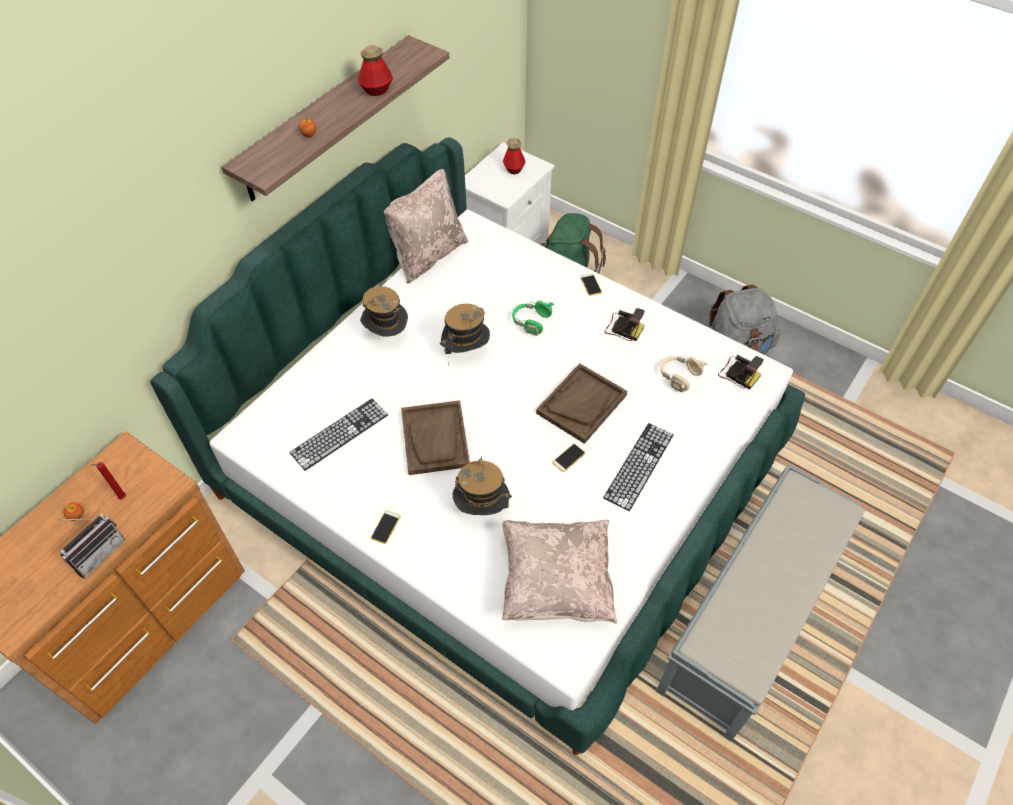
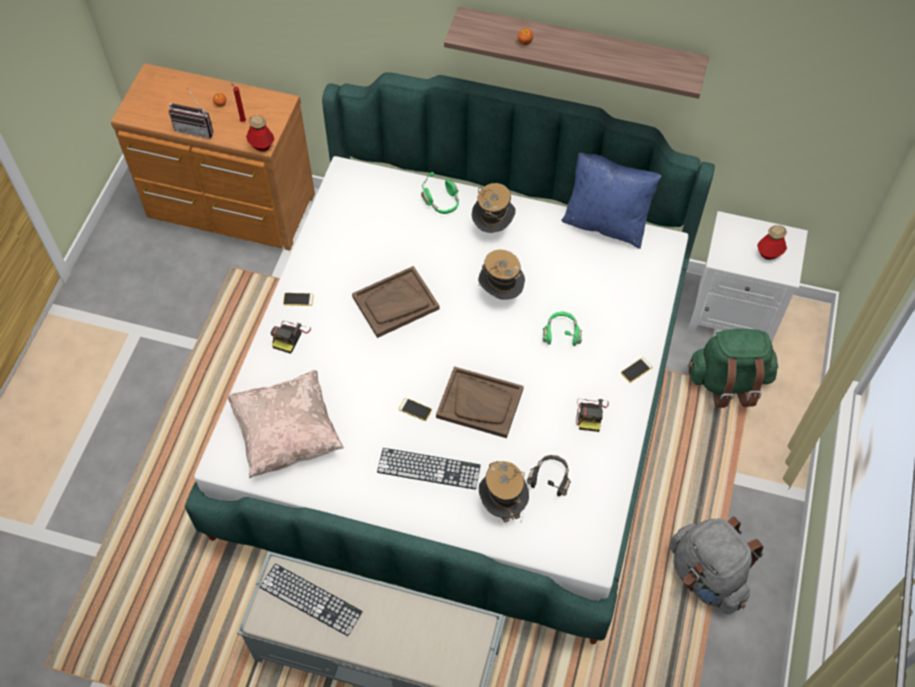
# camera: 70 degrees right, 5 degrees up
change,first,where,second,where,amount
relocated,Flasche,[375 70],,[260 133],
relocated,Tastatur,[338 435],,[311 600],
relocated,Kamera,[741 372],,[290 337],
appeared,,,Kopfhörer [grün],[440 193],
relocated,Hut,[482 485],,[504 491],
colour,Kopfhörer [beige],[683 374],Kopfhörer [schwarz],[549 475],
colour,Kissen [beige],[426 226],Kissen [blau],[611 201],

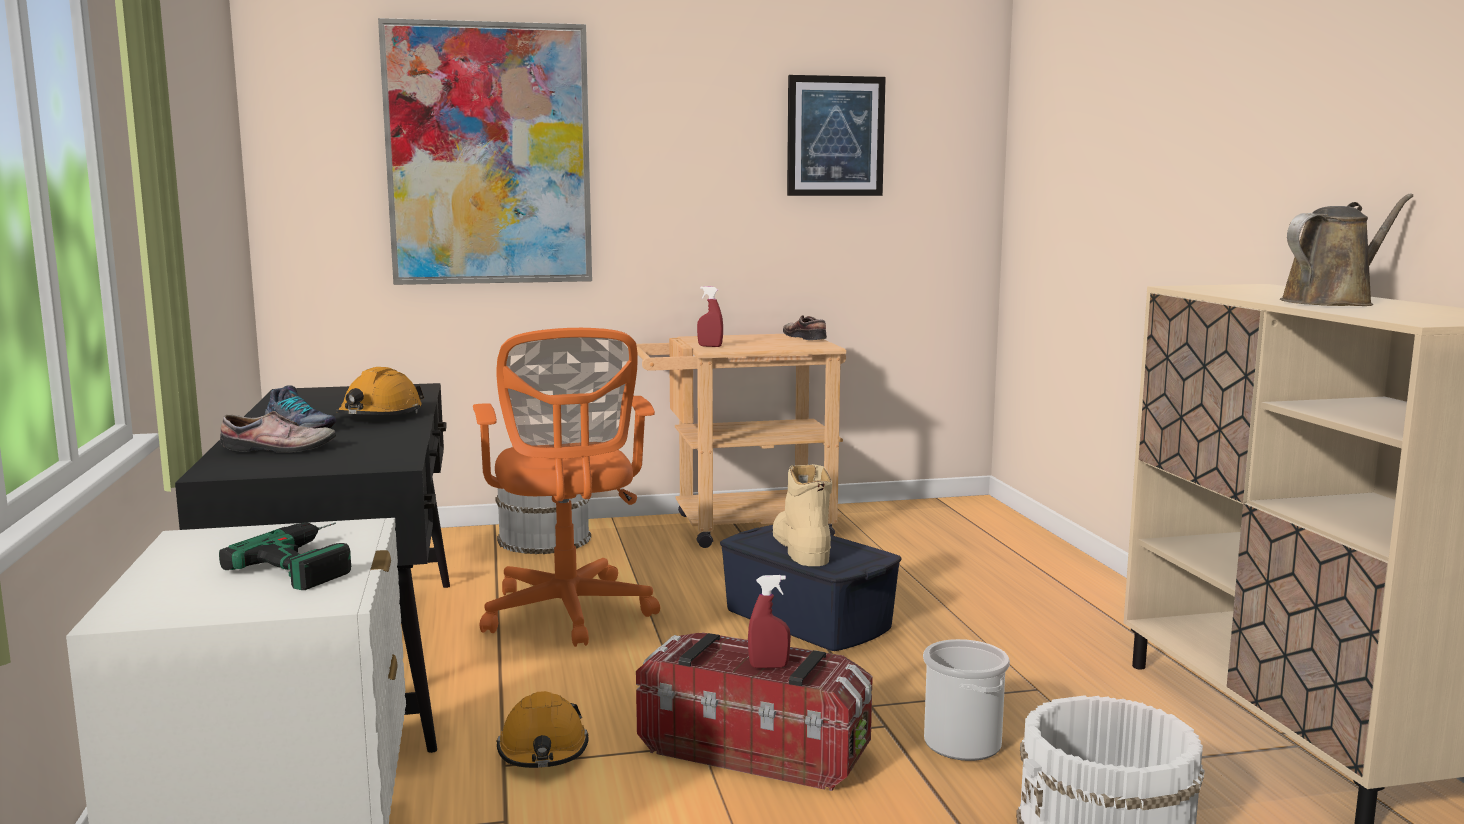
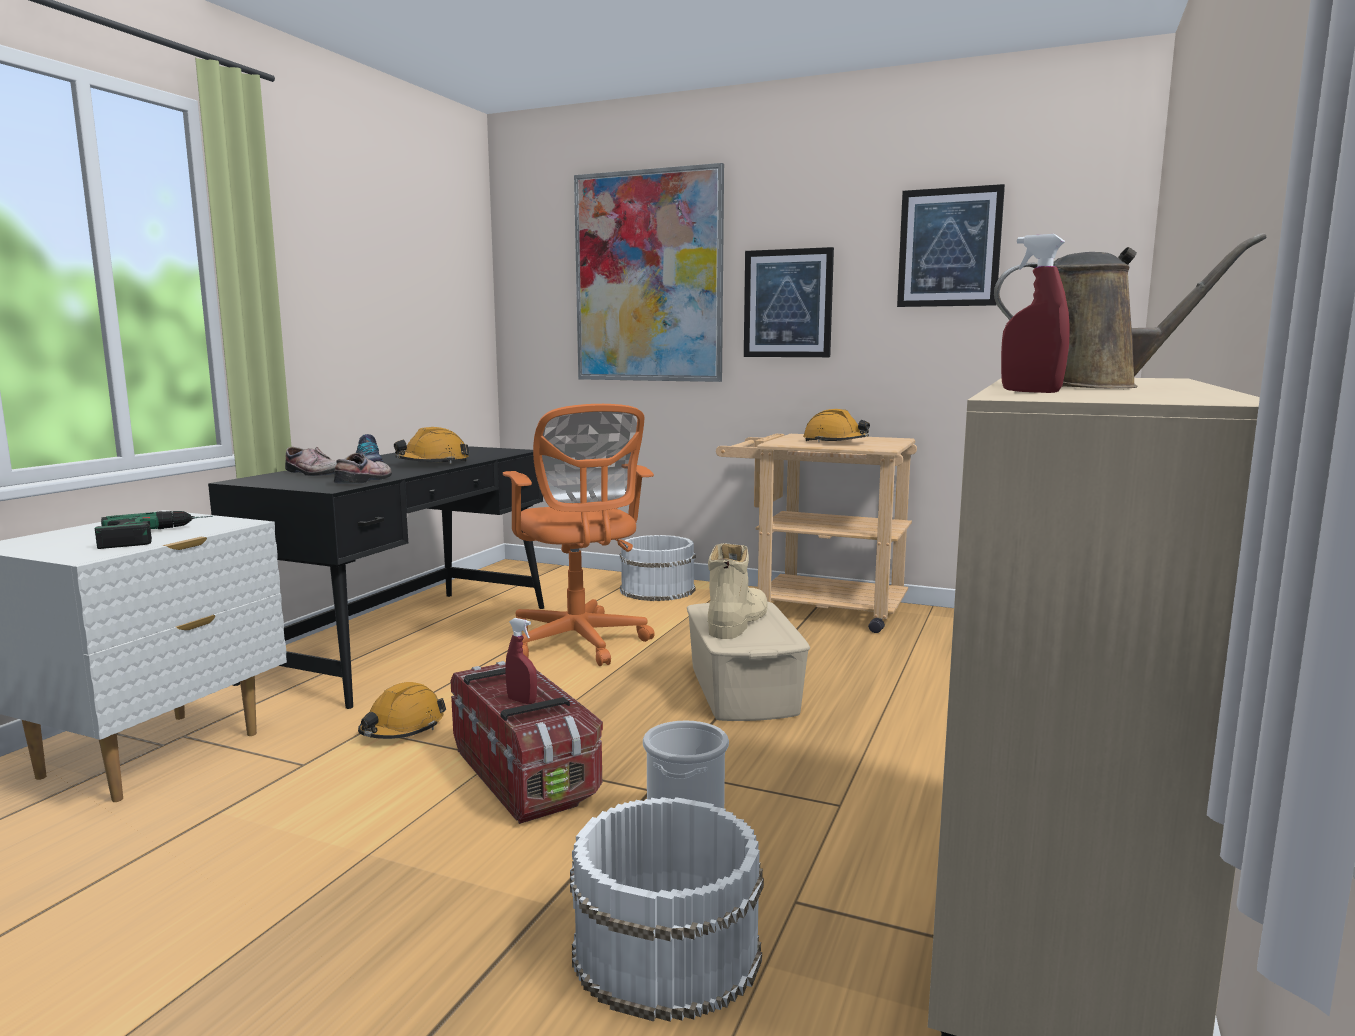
# camera: 35 degrees right, 0 degrees up
change,first,where,second,where,amount
relocated,Schuh,[805 327],,[363 468],
spun,Bürostuhl [orange],[566 487],,[579 535],45 degrees counterclockwise
colour,Aufbewahrungsbox [blau],[811 588],Aufbewahrungsbox [beige],[748 661],
appeared,,,Bild,[789 302],
appeared,,,Schutzhelm [orange],[836 425],
relocated,Sprühflasche [rot],[710 316],,[1035 313],

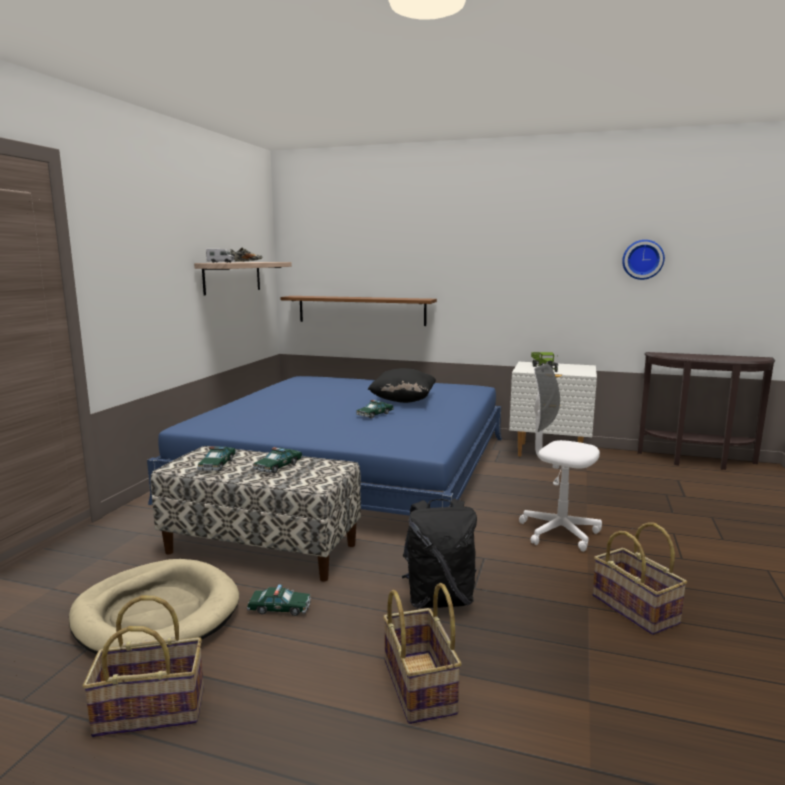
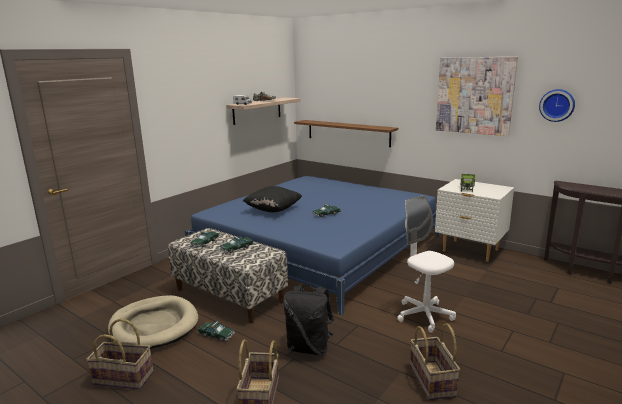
# camera: 20 degrees right, 5 degrees up
change,first,where,second,where,amount
relocated,Kissen [schwarz],[402 385],,[272 199],
appeared,,,Bild,[477 96],

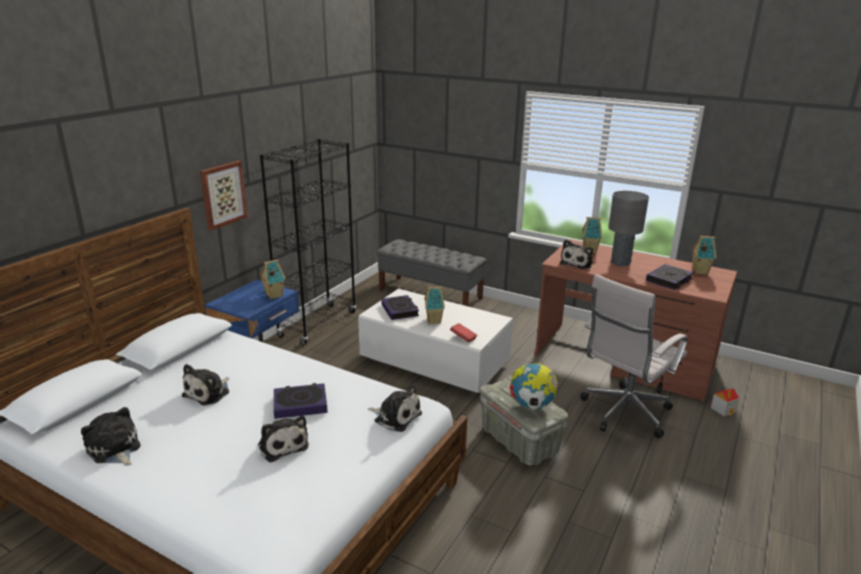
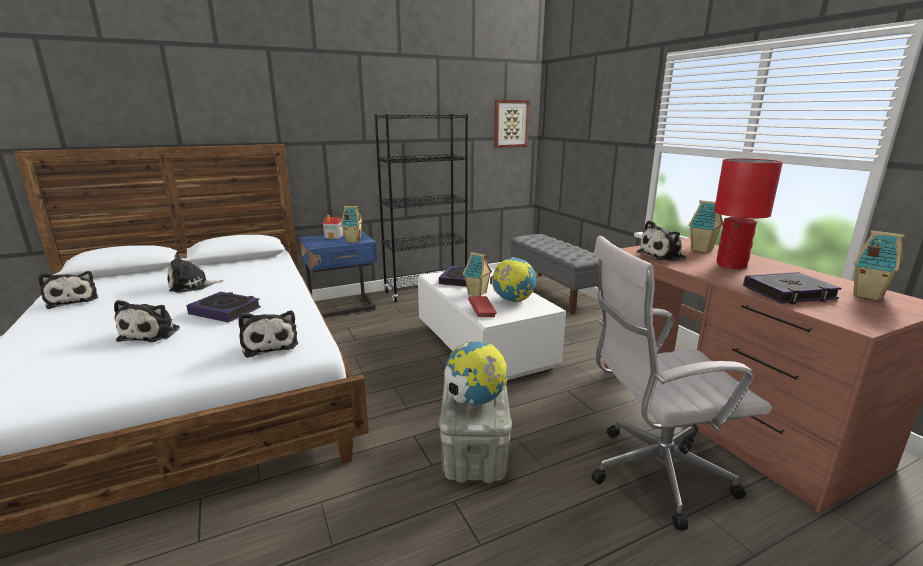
# camera: 35 degrees right, 5 degrees down
change,first,where,second,where,amount
spun,Plüschtier,[111 436],,[68 290],150 degrees clockwise
relocated,Spielzeughaus,[725 402],,[333 227],
appeared,,,Globus,[513 280],
relocated,Bild,[224 196],,[512 124],
colour,Tischlampe [grau],[628 228],Tischlampe [rot],[748 213],

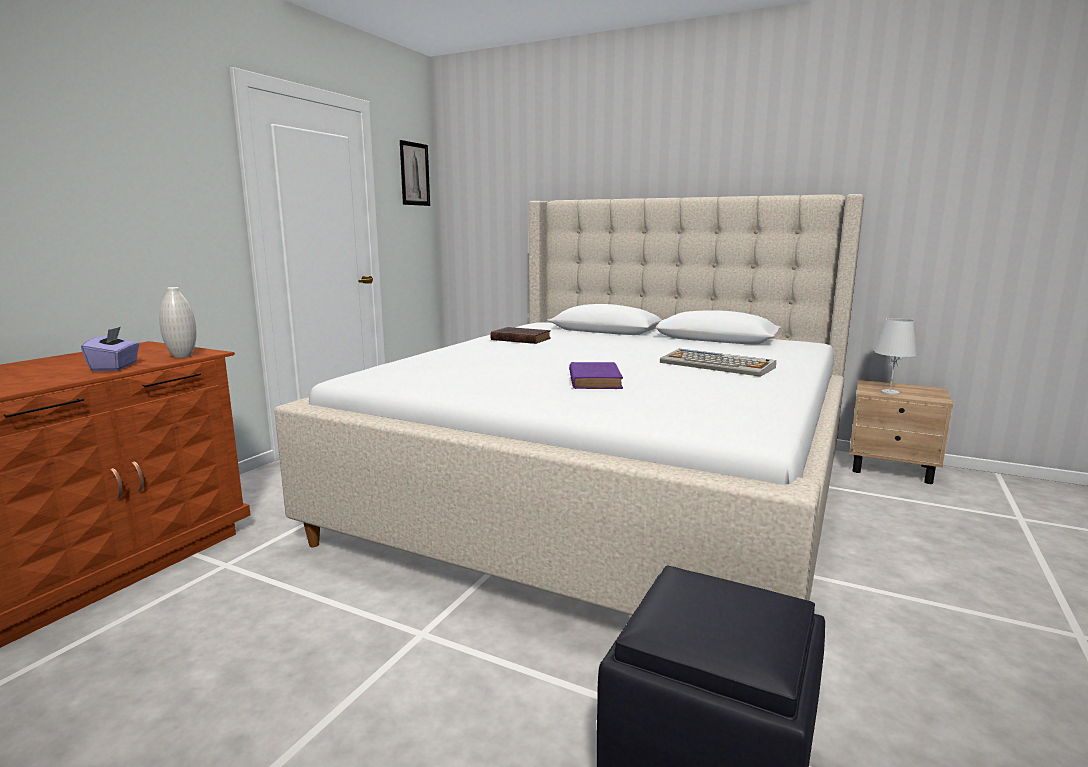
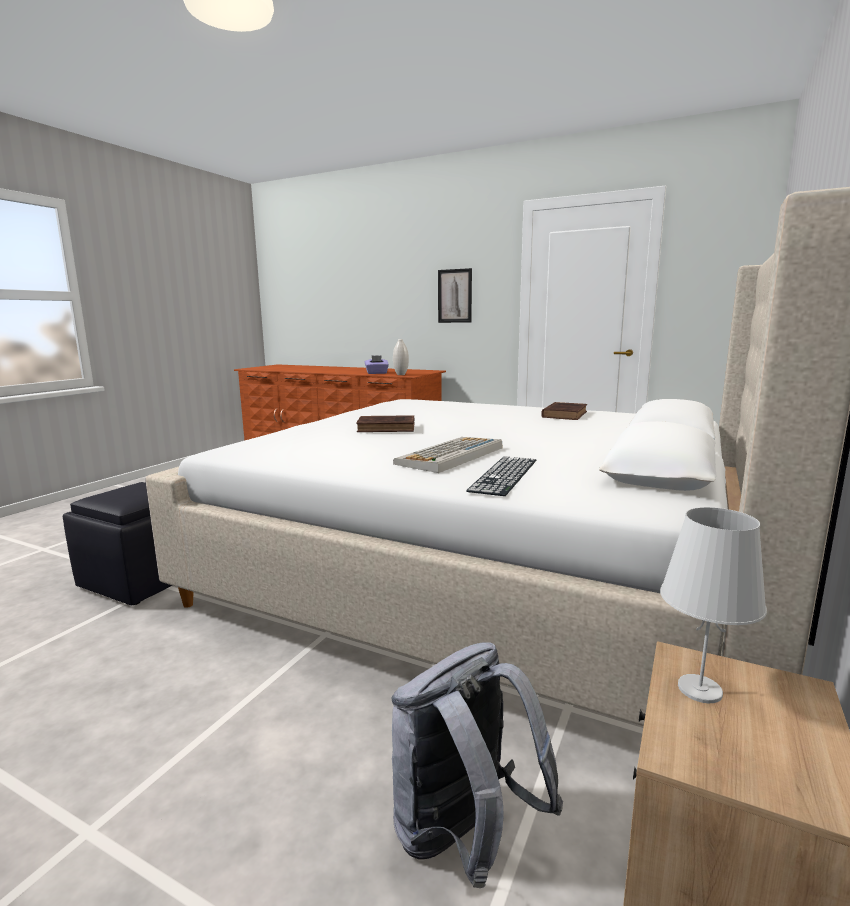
# camera: 90 degrees right, 0 degrees up
change,first,where,second,where,amount
colour,Buch [lila],[596 375],Buch [braun],[385 423],
appeared,,,Rucksack [grau],[477 765],
relocated,Bild,[415 173],,[455 295],
appeared,,,Tastatur,[501 476],

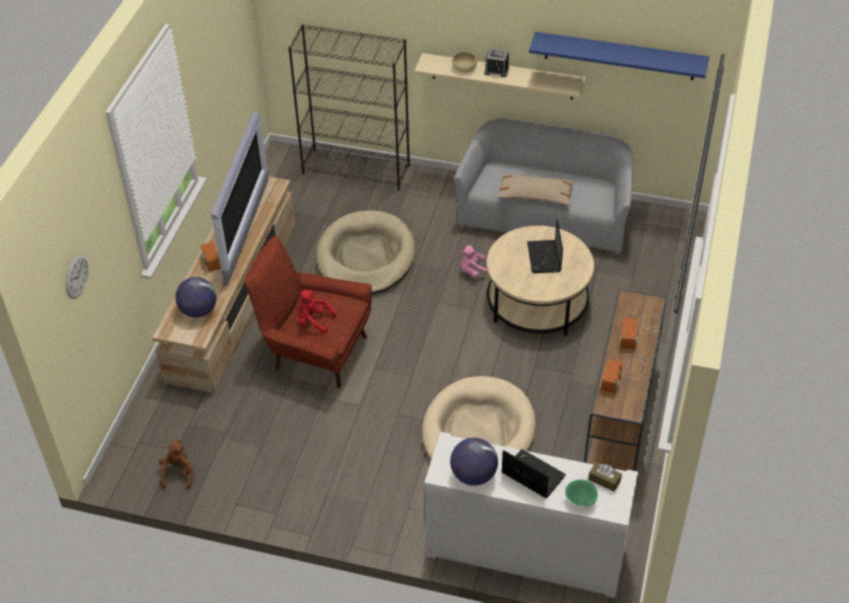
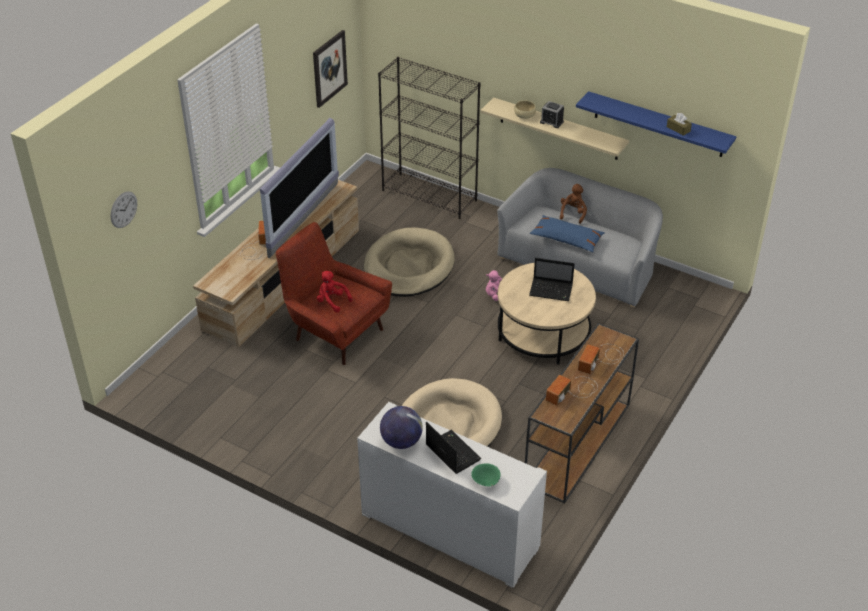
# camera: 15 degrees right, 5 degrees down
change,first,where,second,where,amount
appeared,,,Bild,[330 69],
colour,Kissen [beige],[535 189],Kissen [blau],[567 233],
spun,Laptop,[545 246],,[552 279],90 degrees counterclockwise
relocated,Plüschtier [braun],[176 464],,[573 204],
relocated,Taschentuchbox [braun],[605 476],,[679 124],
missing,Globus,[196 297],,,

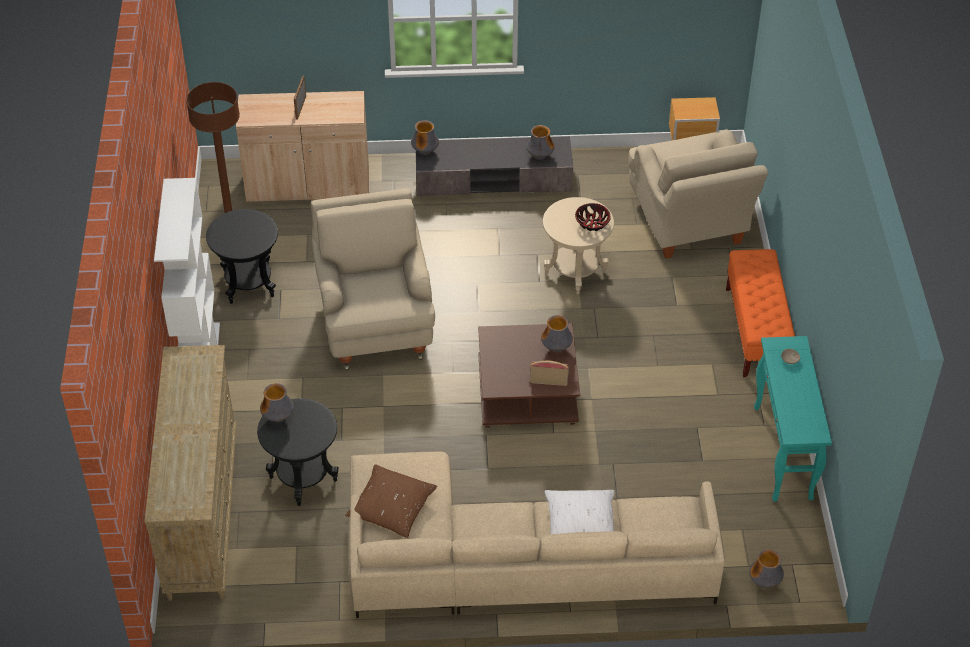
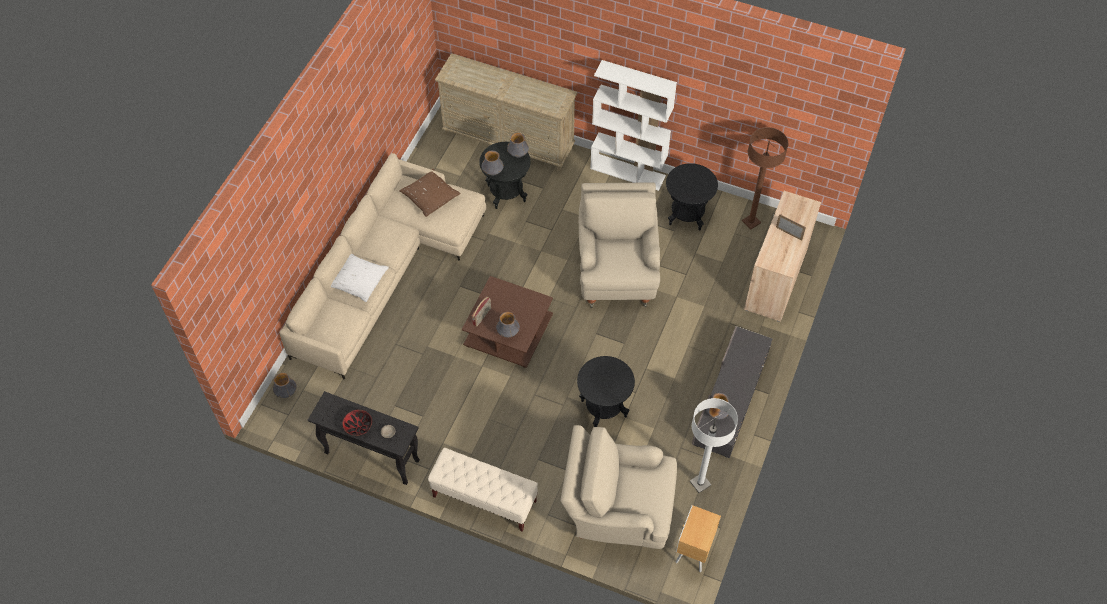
# camera: 115 degrees right, 10 degrees up
change,first,where,second,where,amount
colour,Konsolentisch [türkis],[793 419],Konsolentisch [schwarz],[364 438],
relocated,Schüssel,[593 217],,[357 422],
colour,Bank [orange],[760 313],Bank [beige],[483 490],
relocated,Vase,[425 137],,[492 163],
colour,Beistelltisch [beige],[578 246],Beistelltisch [schwarz],[606 391],
spun,Sessel [beige],[373 279],,[619 245],105 degrees counterclockwise
appeared,,,Stehlampe [weiß],[714 445],

